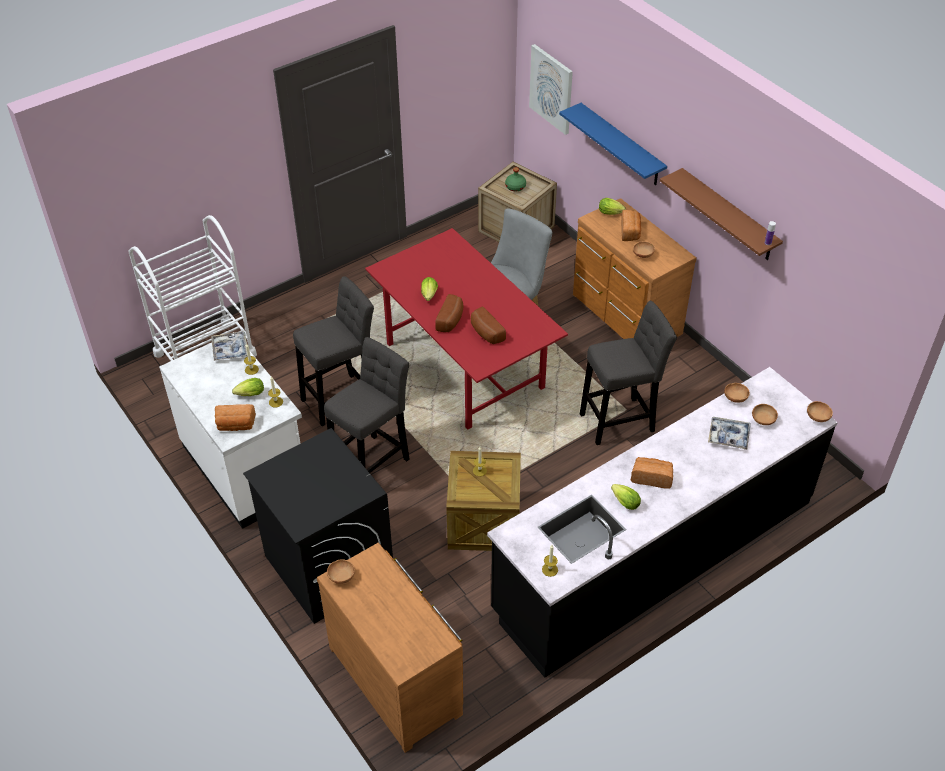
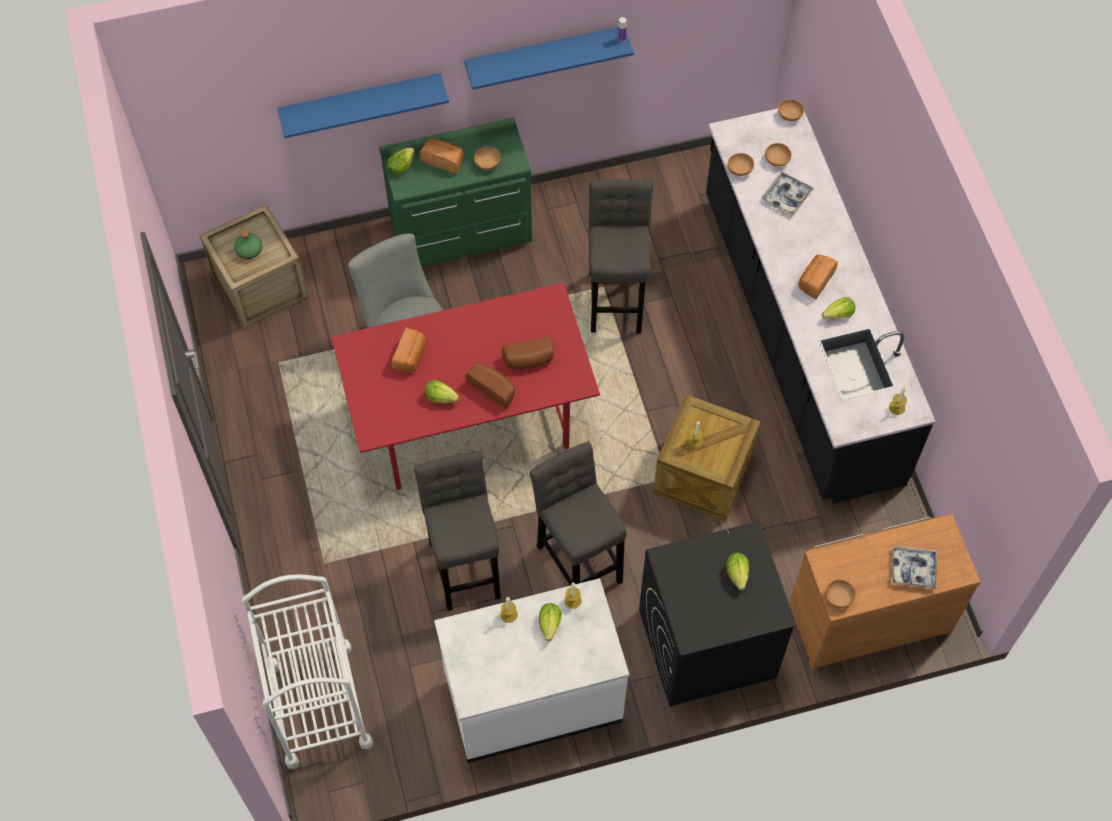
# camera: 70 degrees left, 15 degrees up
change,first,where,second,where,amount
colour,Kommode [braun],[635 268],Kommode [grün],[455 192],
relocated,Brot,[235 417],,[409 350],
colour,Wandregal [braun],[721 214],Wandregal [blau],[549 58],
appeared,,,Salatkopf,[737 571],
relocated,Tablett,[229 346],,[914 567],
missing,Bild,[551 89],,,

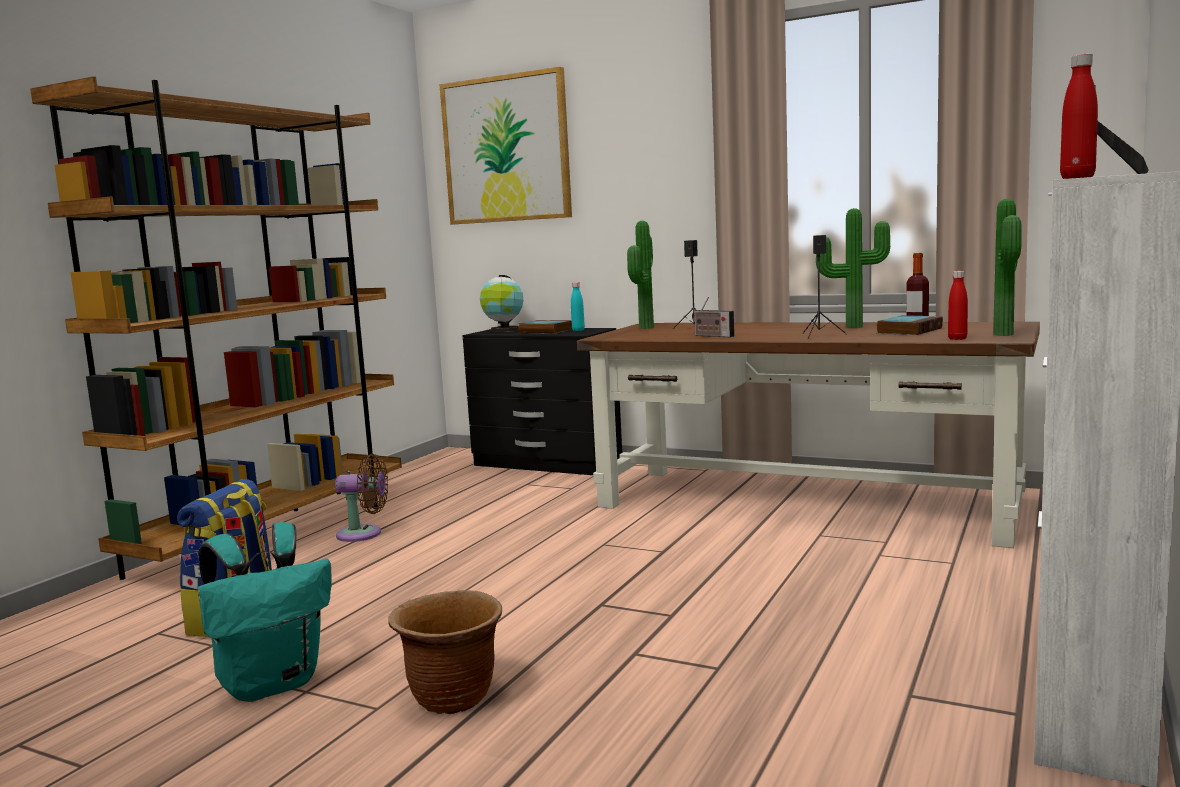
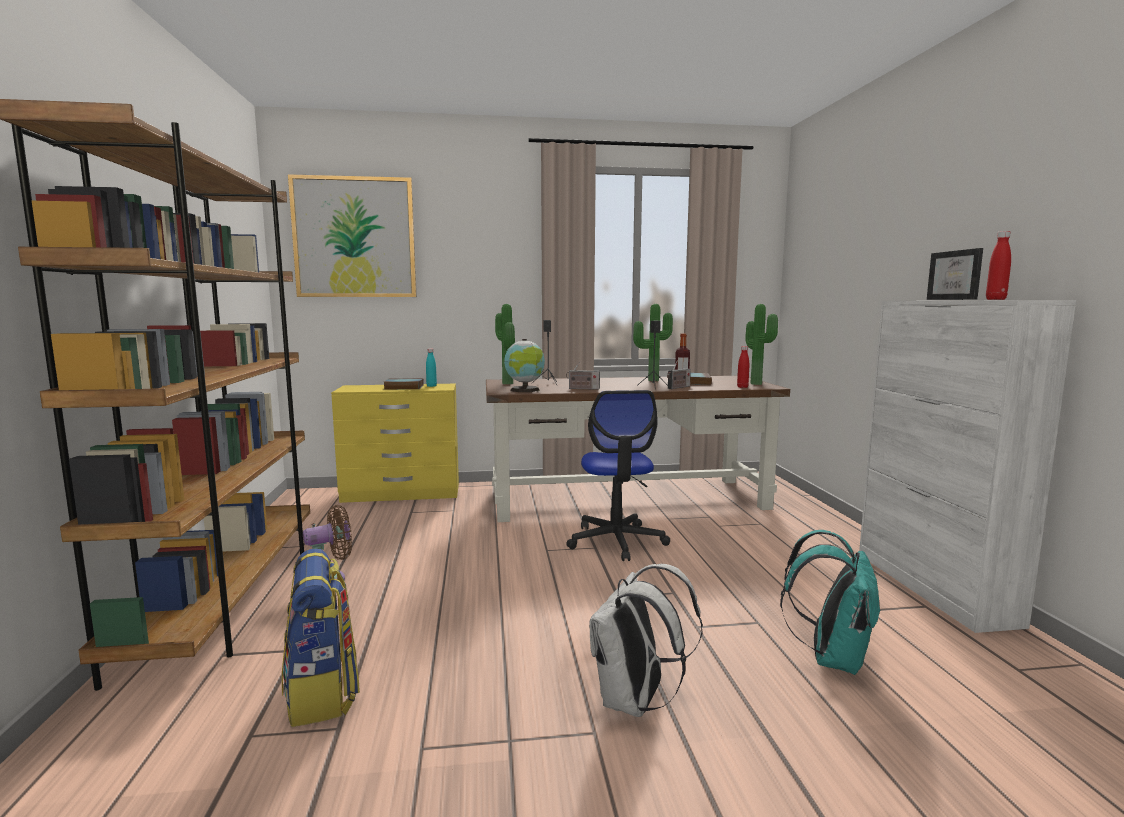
# camera: 35 degrees left, 0 degrees up
change,first,where,second,where,amount
colour,Kommode [schwarz],[542 401],Kommode [gelb],[395 443],
relocated,Globus,[501 303],,[524 365],
appeared,,,Bürostuhl,[618 475],
exchanged,Pflanzkübel [braun],[445 652],Rucksack [weiß],[646 640],
appeared,,,Radio,[679 374],
relocated,Rucksack [türkis],[265 612],,[830 602],

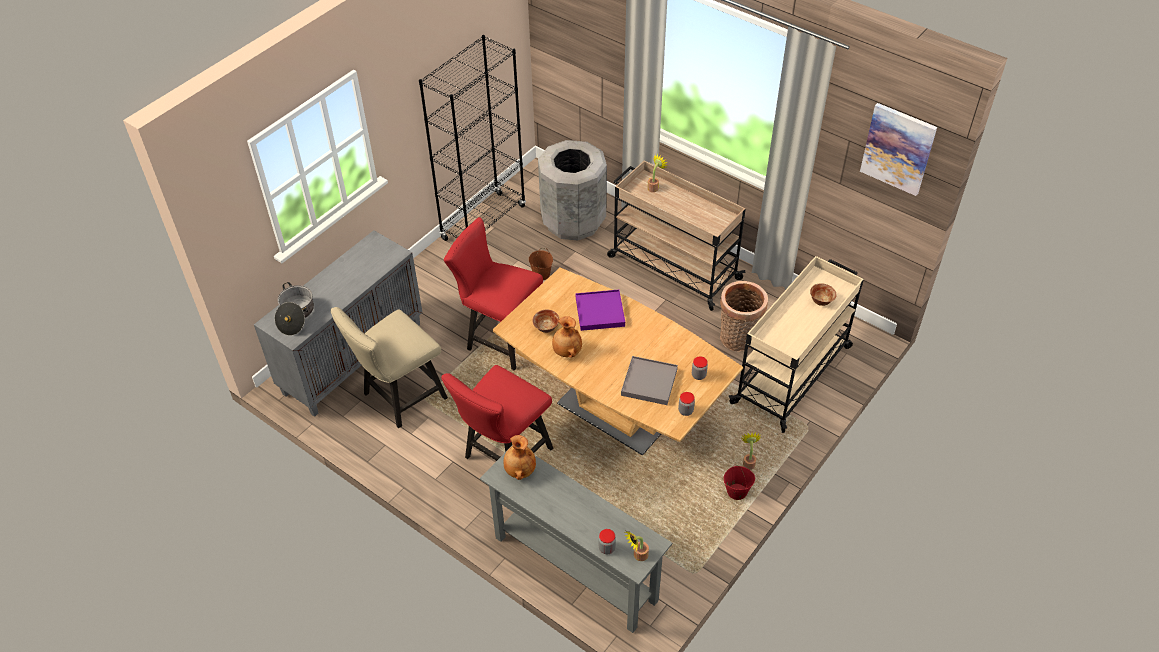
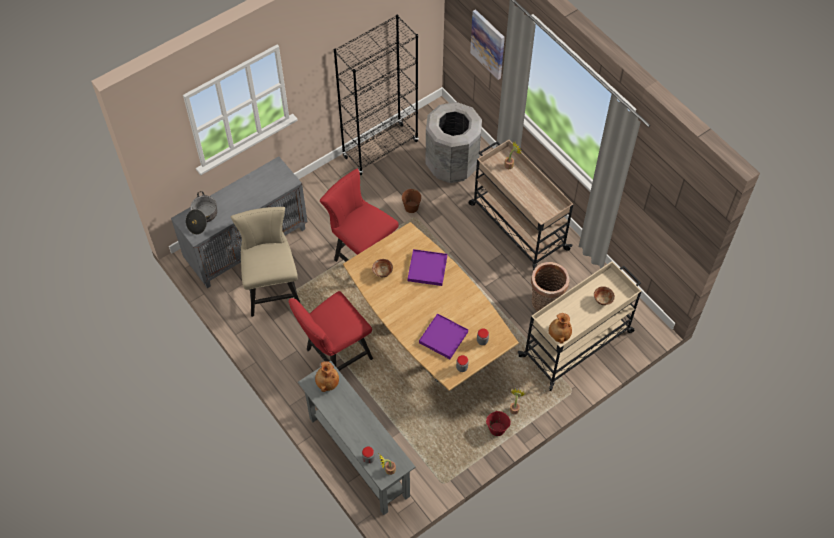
# camera: 15 degrees right, 10 degrees up
change,first,where,second,where,amount
spun,Stuhl [beige],[389 367],,[266 262],105 degrees clockwise
colour,Tablett [grau],[649 380],Tablett [lila],[443 336],
relocated,Bild,[898 149],,[487 44],
relocated,Vase [braun],[567 337],,[560 328],

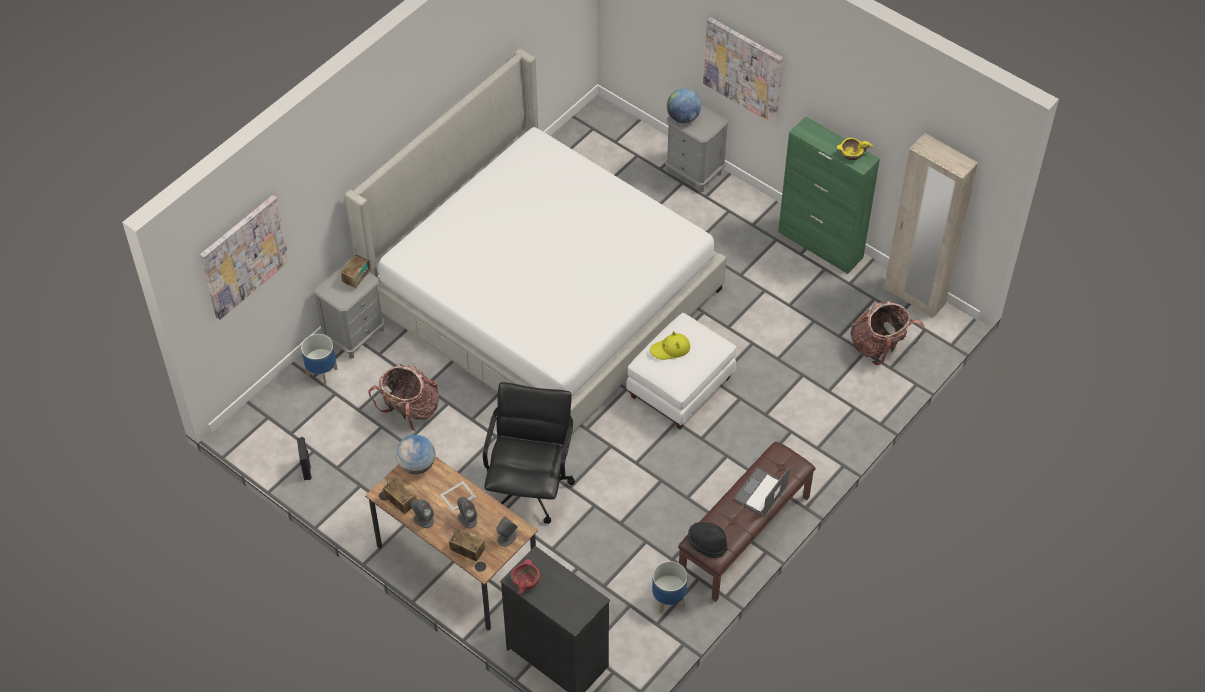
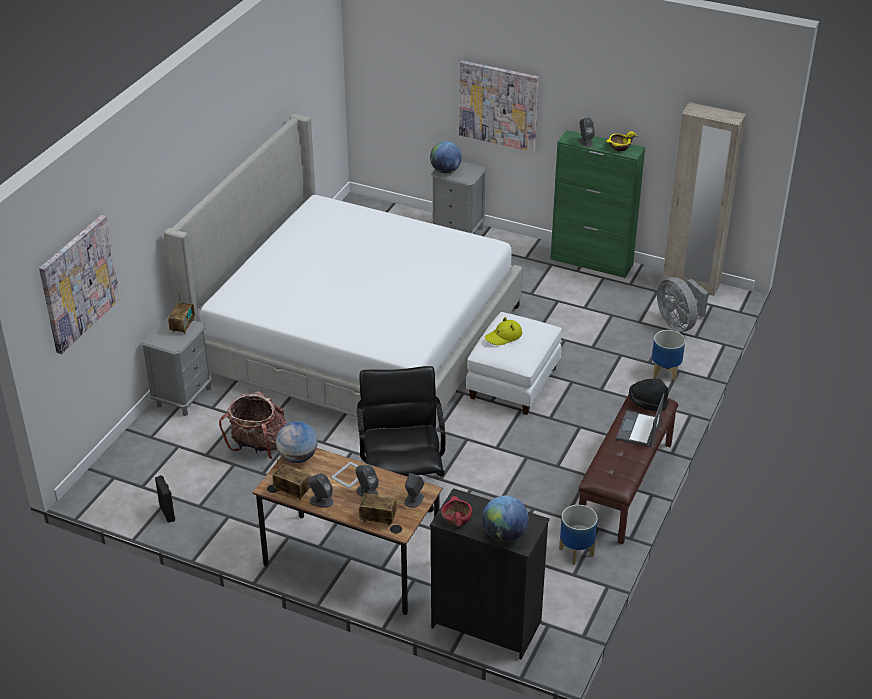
# camera: 15 degrees left, 15 degrees down
change,first,where,second,where,amount
appeared,,,Globus,[505 519],
appeared,,,Lautsprecher [grau],[586 132],
relocated,Hut [schwarz],[708 540],,[648 394],
relocated,Pflanzkübel,[319 359],,[668 355],
exchanged,Rucksack,[887 333],Ventilator [grau],[683 304],

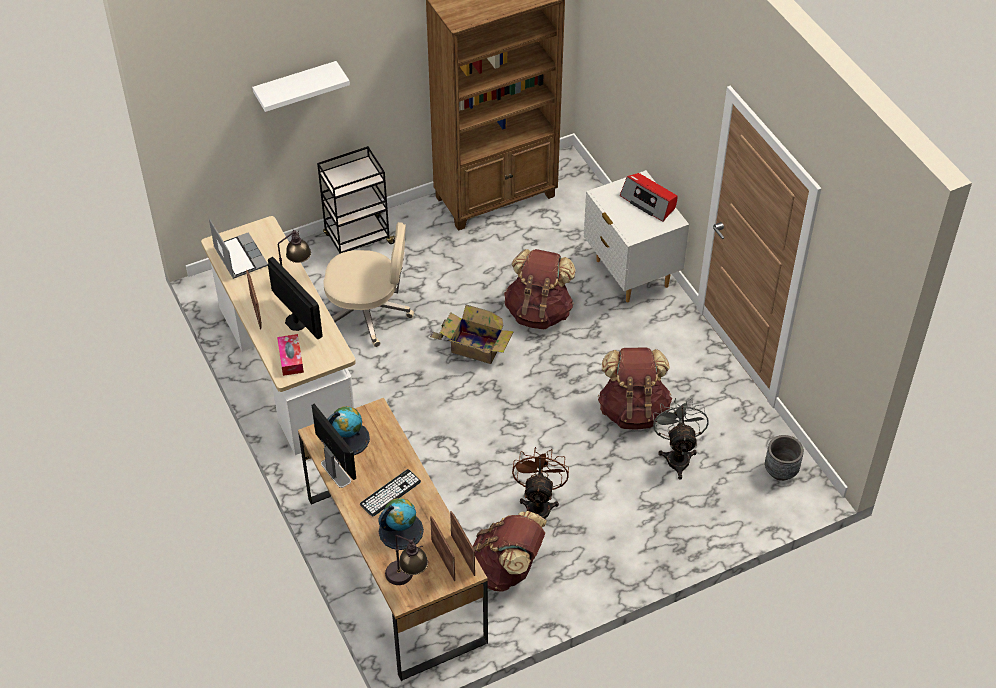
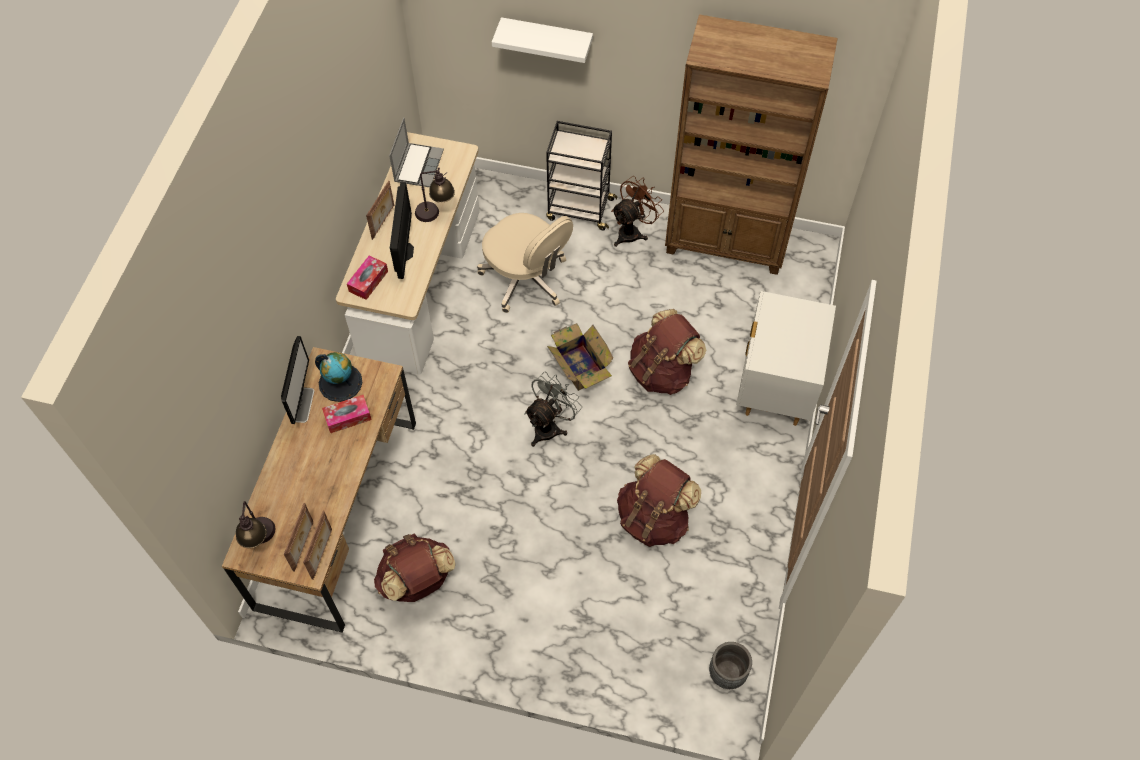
# camera: 40 degrees right, 10 degrees up
change,first,where,second,where,amount
appeared,,,Taschentuchbox,[347 414],
relocated,Ventilator [grau],[681 438],,[553 409],
relocated,Ventilator [braun],[540 483],,[637 211],
missing,Tastatur,[390 492],,,
missing,Globus,[401 524],,,
missing,Radio,[649 197],,,

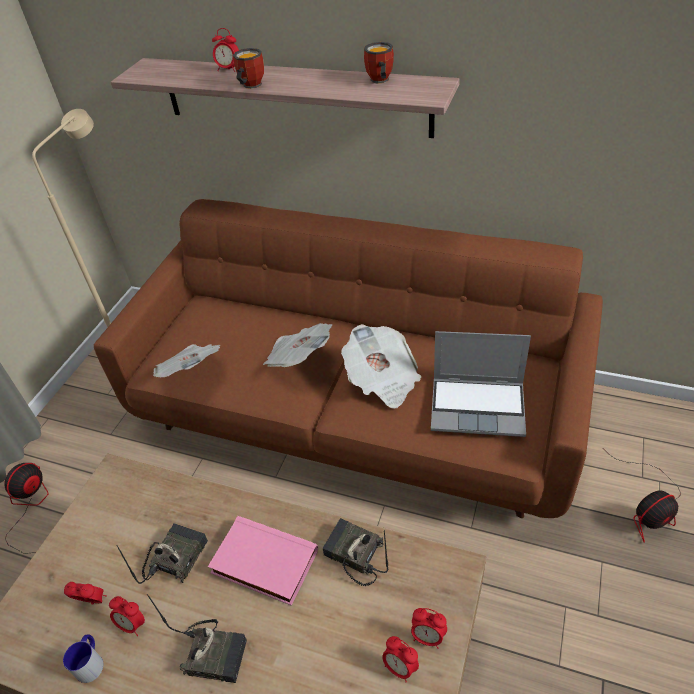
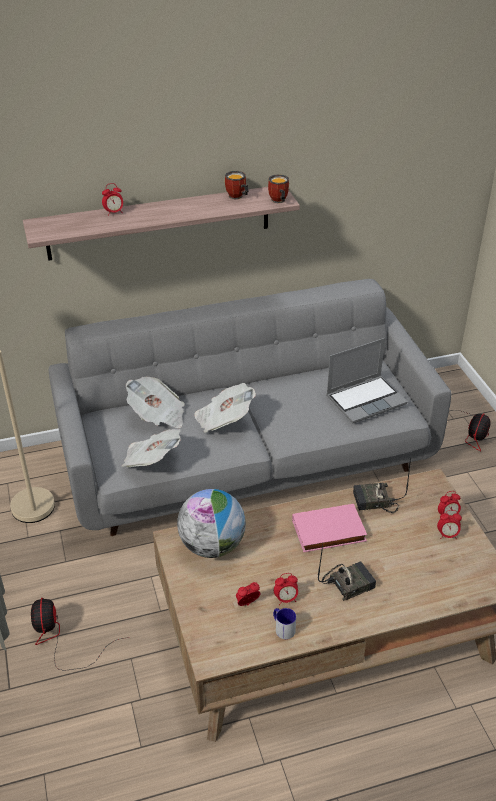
# camera: 40 degrees left, 5 degrees down
change,first,where,second,where,amount
colour,Sofa [braun],[348 358],Sofa [grau],[250 407],
relocated,Zeitung,[381 366],,[155 402],
appeared,,,Globus,[211 523],
relocated,Henkelbecher,[248 68],,[278 188],
missing,Radio,[162 553],,,

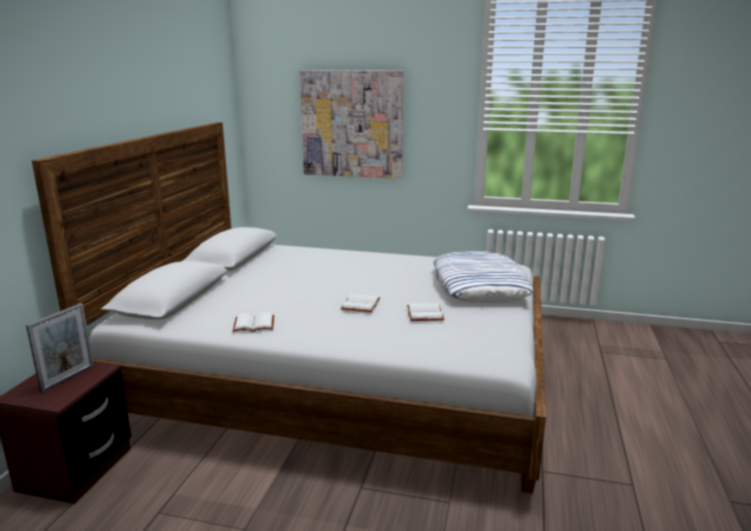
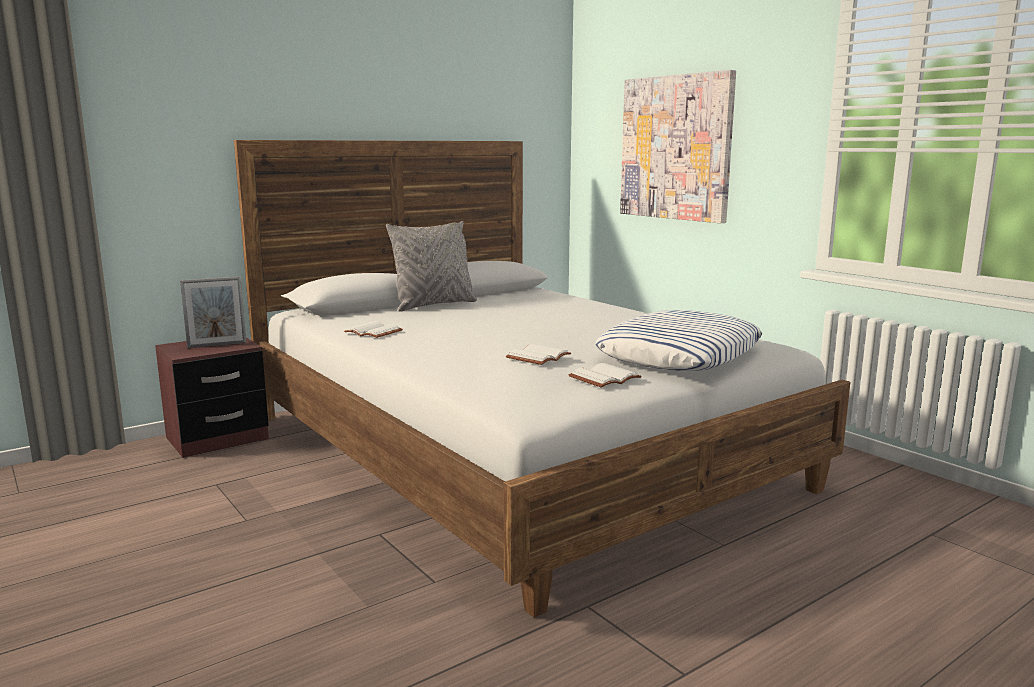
# camera: 40 degrees right, 5 degrees down
change,first,where,second,where,amount
appeared,,,Kissen [grau],[431 266],
relocated,Buch [weiß],[360 303],,[605 375],

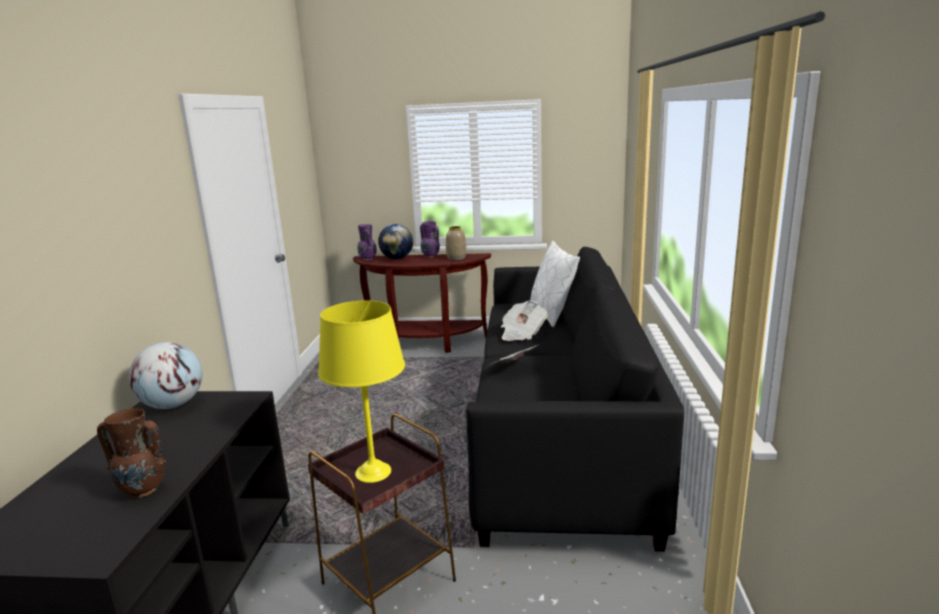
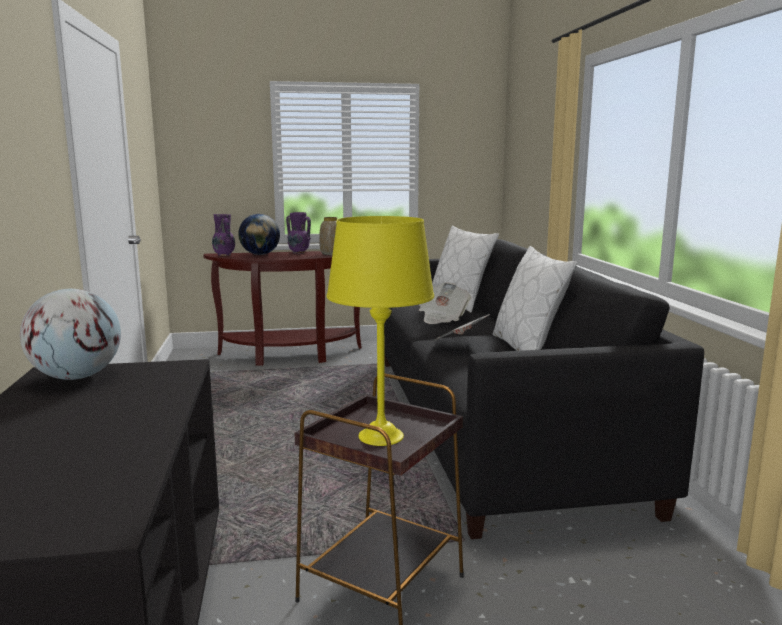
# camera: 15 degrees left, 5 degrees down
change,first,where,second,where,amount
appeared,,,Kissen [weiß],[535 298],
missing,Vase [braun],[131 453],,,

